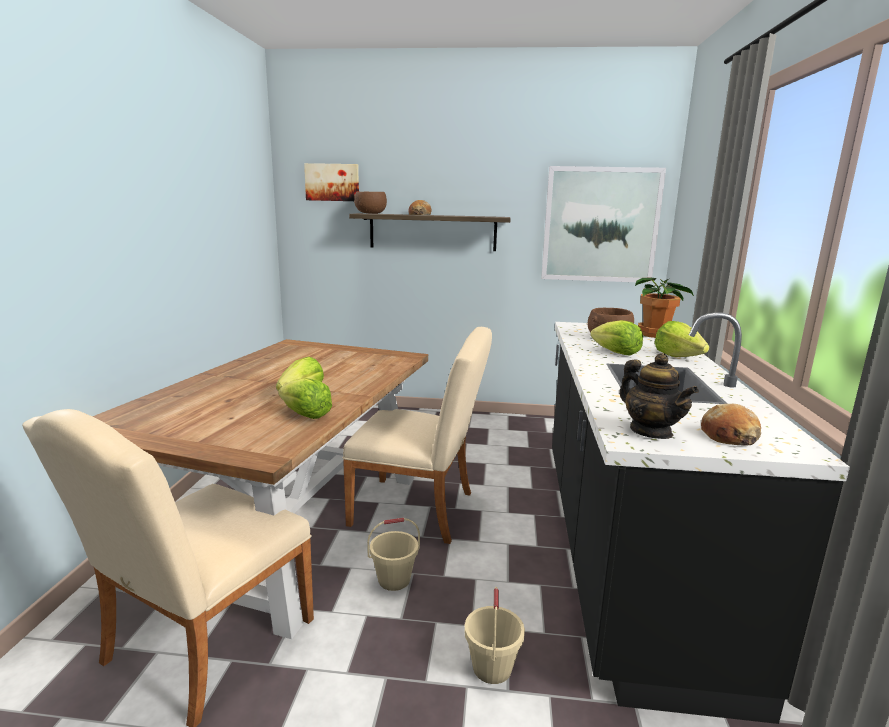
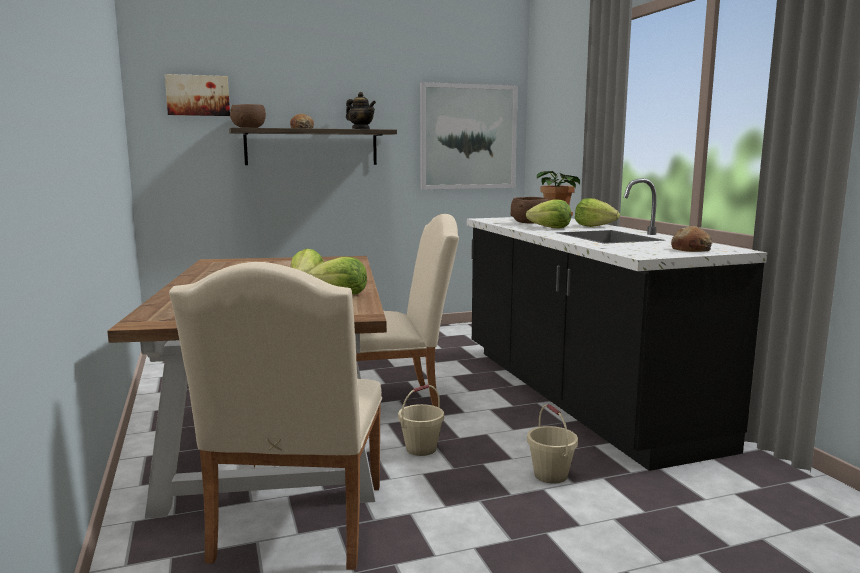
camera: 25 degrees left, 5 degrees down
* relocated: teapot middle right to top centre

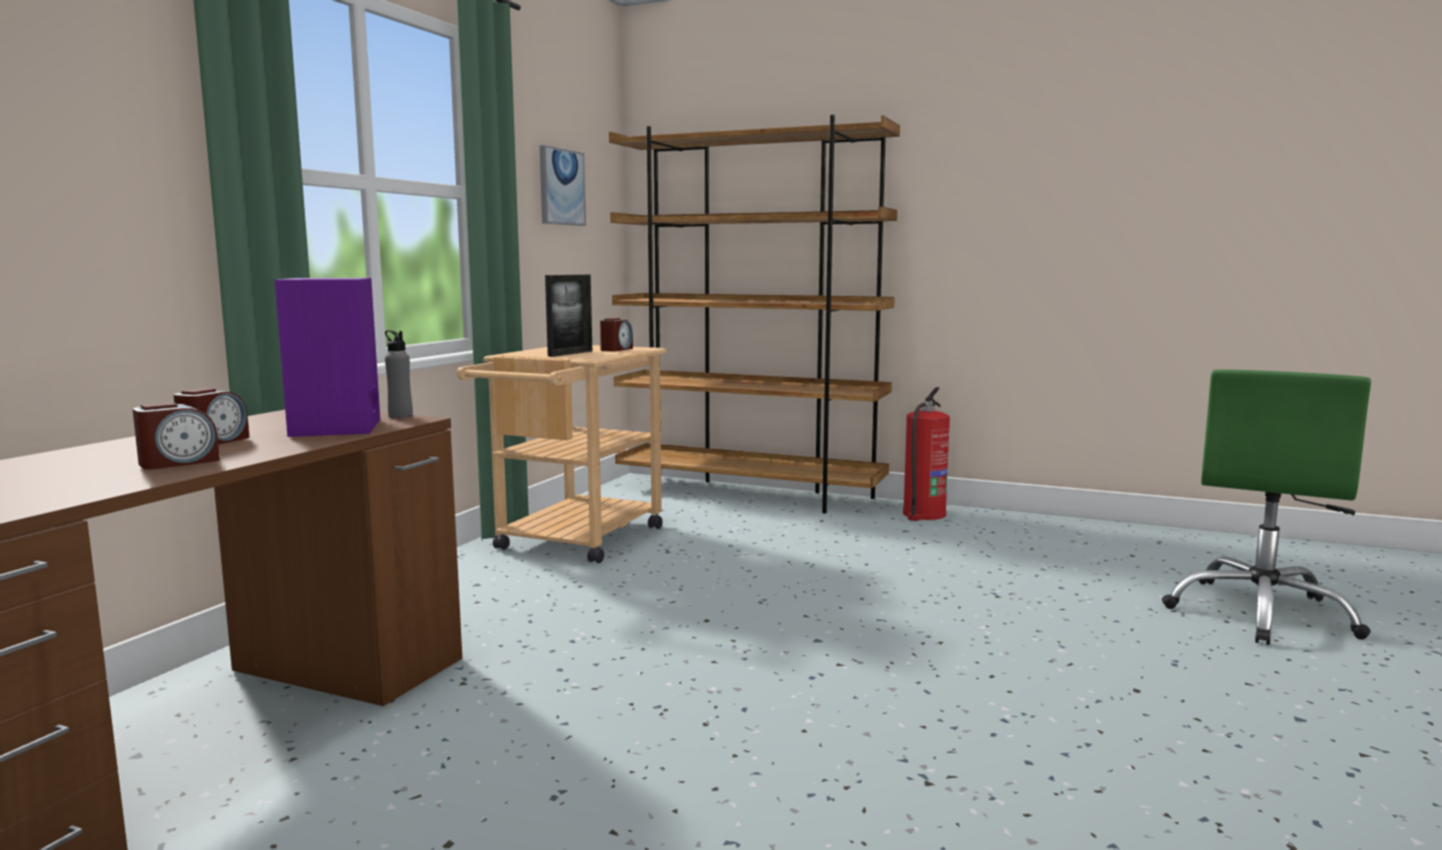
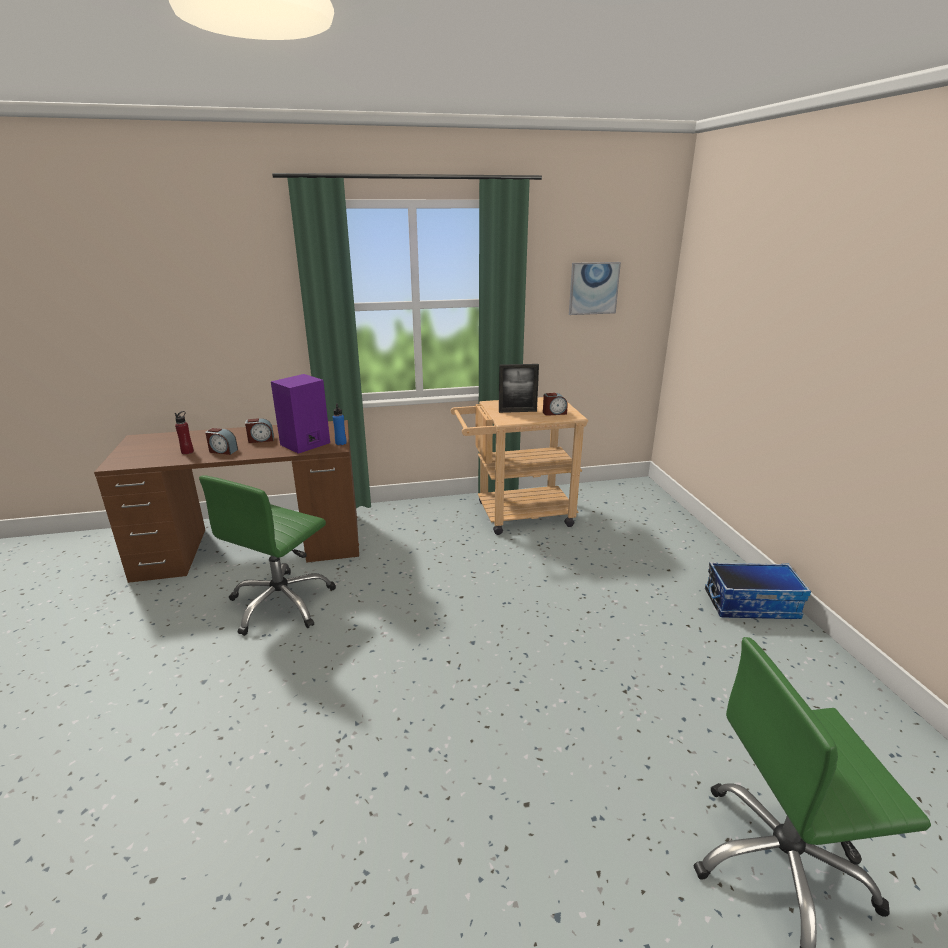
camera: 55 degrees right, 15 degrees up
* missing: brownish bookshelf centre
* colour: gray bottle middle left to blue bottle centre
* exchanged: fire extinguisher centre to storage bin middle right
* appeared: red-coloured bottle middle left
* appeared: greenish computer chair (no. 1 from left) middle left

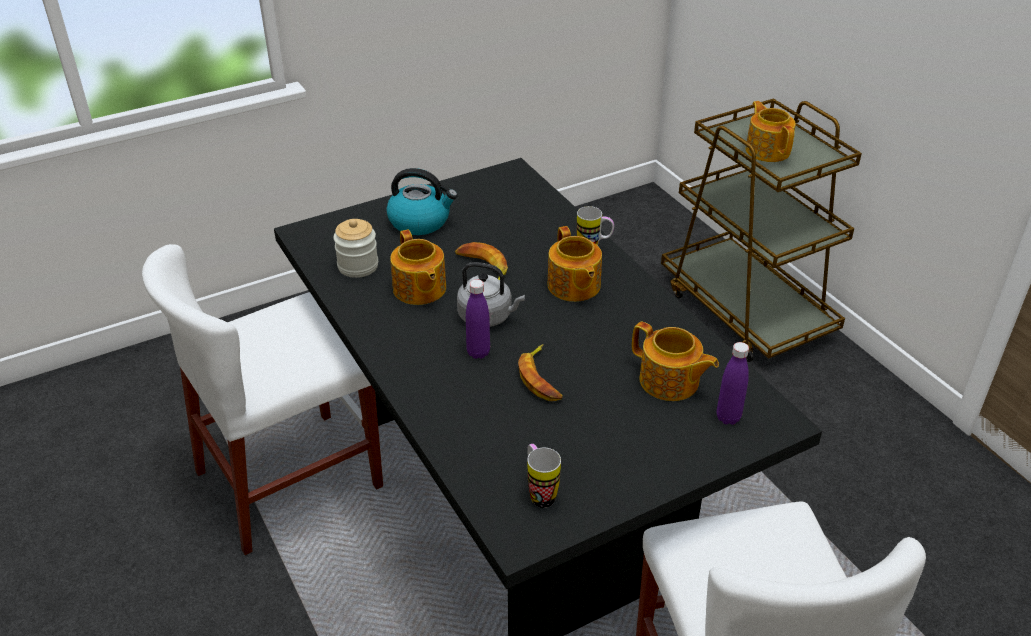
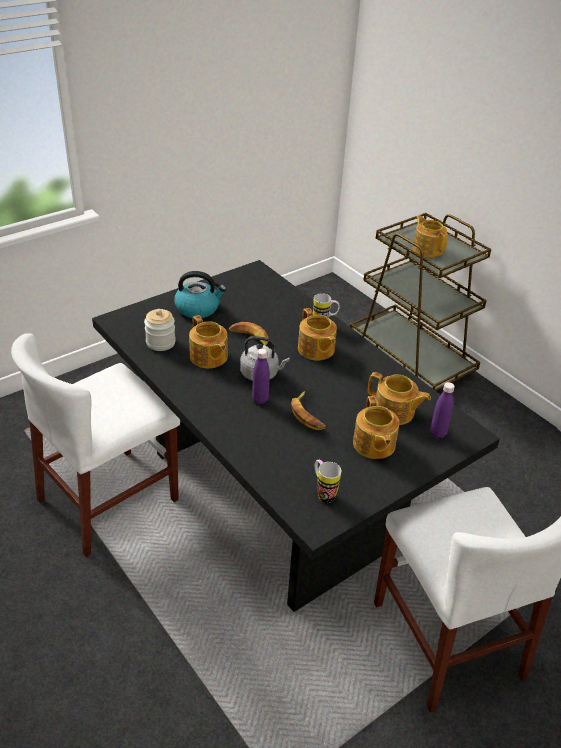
camera: 10 degrees left, 0 degrees up
* appeared: teapot (no. 3 from left) middle right

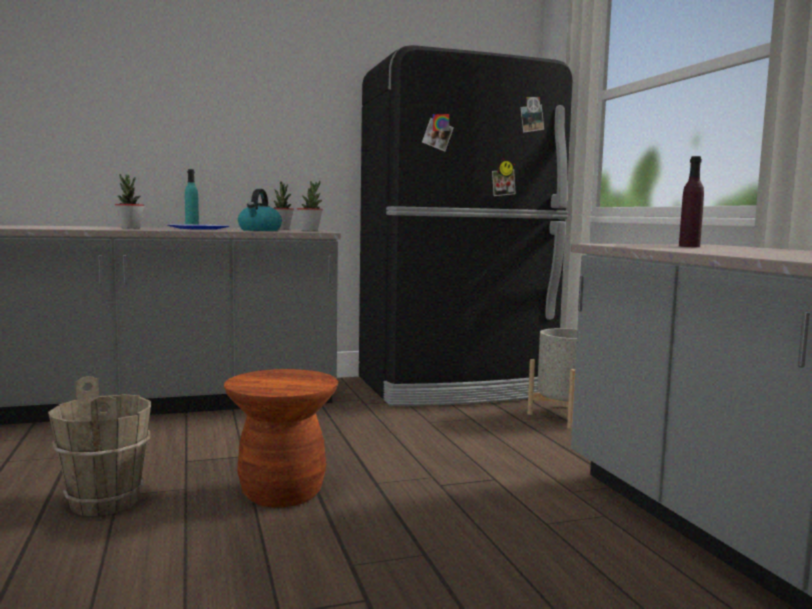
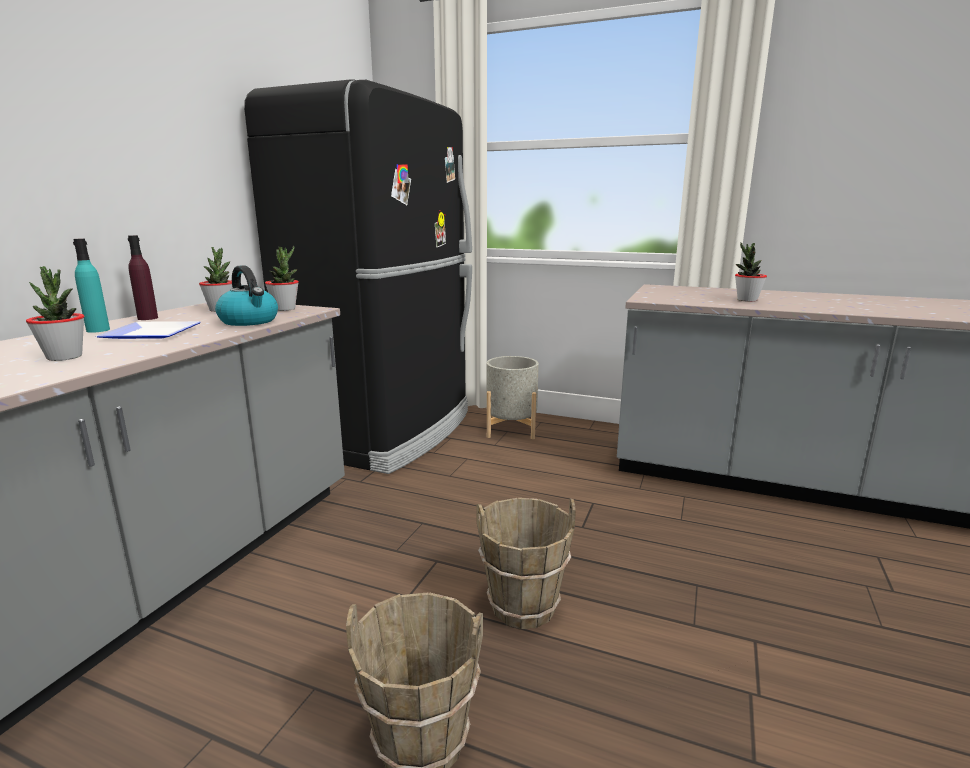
camera: 50 degrees left, 10 degrees up
* relocated: purple-coloured bottle top right to middle left
* exchanged: brownish stool bottom centre to brownish water bucket (no. 2 from left) bottom centre
* appeared: potted plant (no. 4 from left) middle right

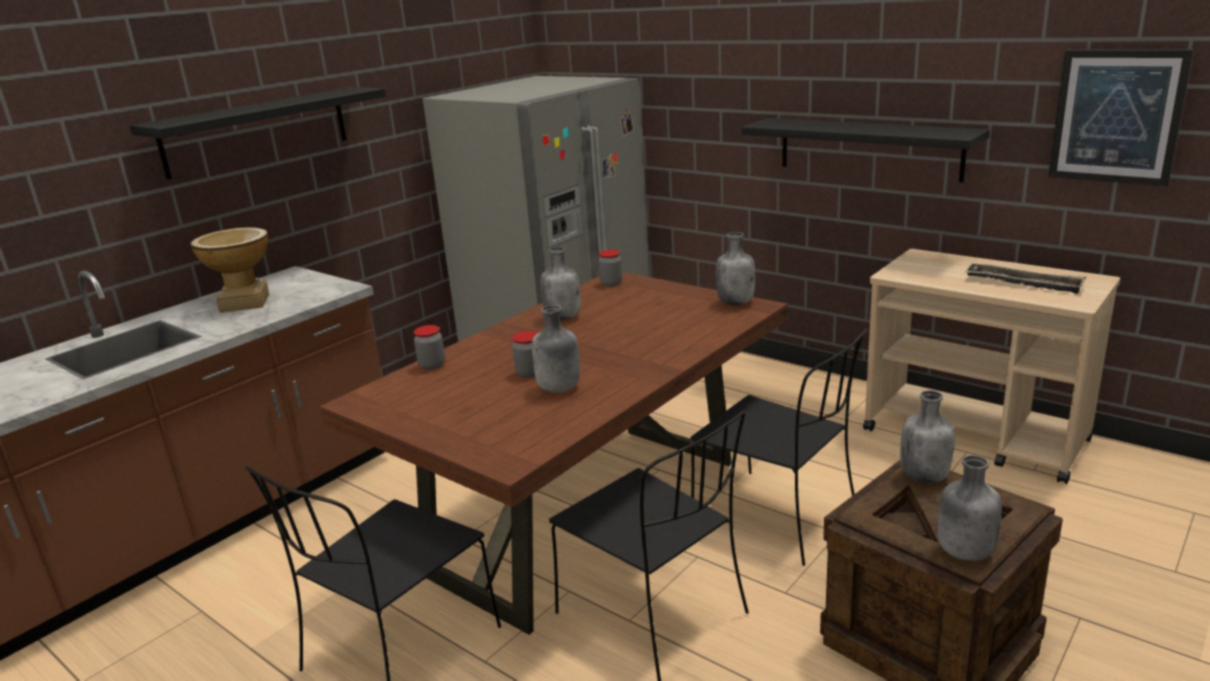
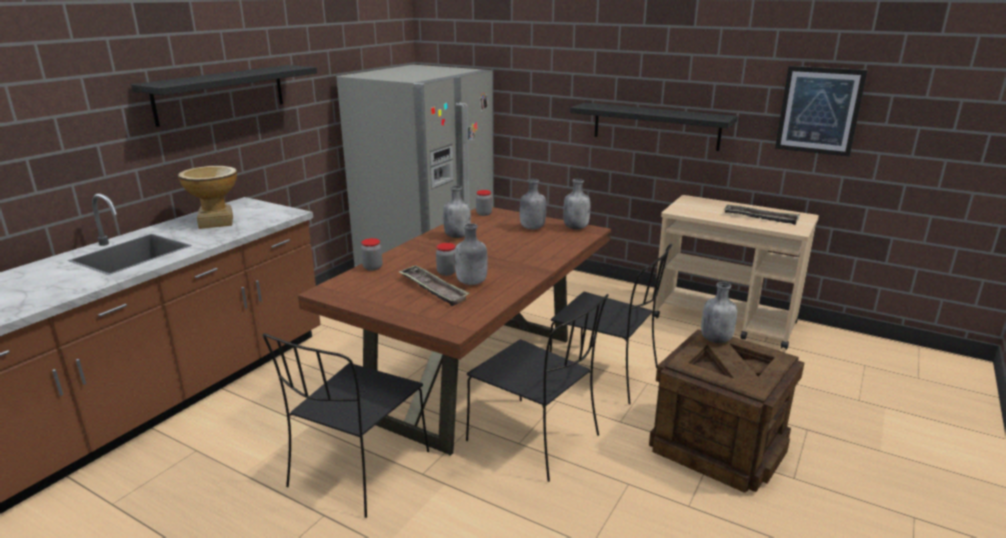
camera: 10 degrees left, 0 degrees up
* relocated: gray bottle (no. 5 from left in the first image) bottom right to gray bottle (no. 3 from left) centre
* appeared: carrying tray (no. 1 from left) centre

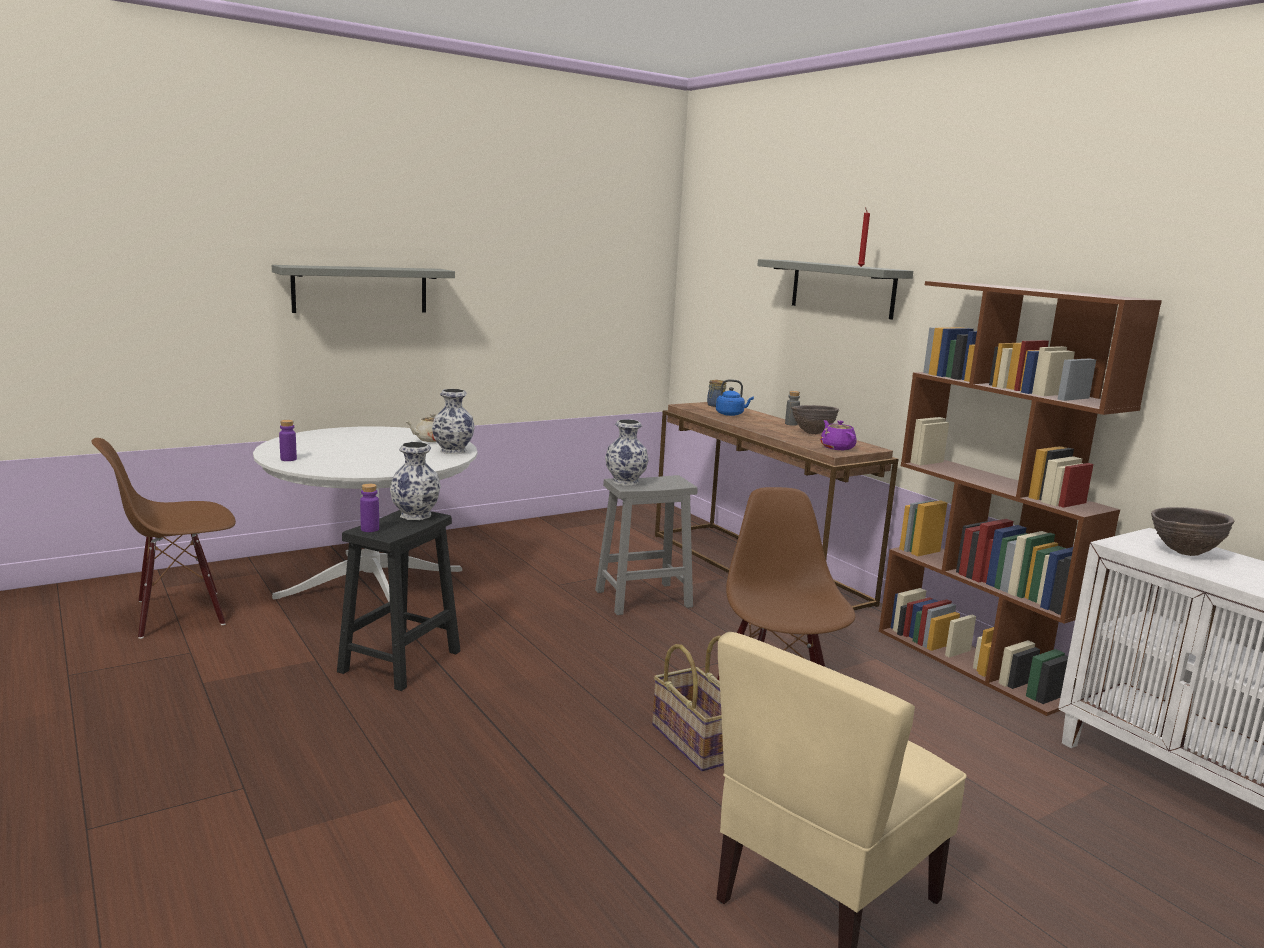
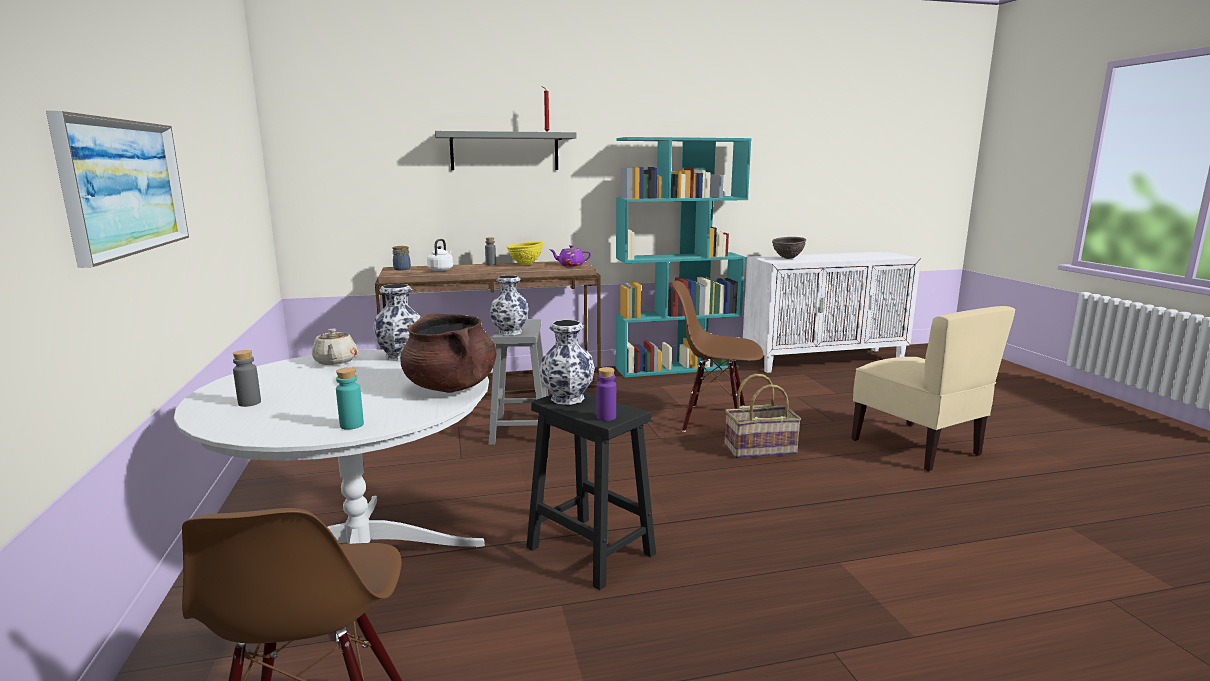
camera: 70 degrees left, 0 degrees up
* exchanged: gray bracket shelf (no. 1 from left) top left to wall picture top left
* colour: brownish bookshelf middle right to blue-green bookshelf centre
* colour: blue water kettle centre to white-coloured water kettle centre
* colour: brownish serving bowl (no. 1 from left) centre to yellow serving bowl centre
* colour: purple-coloured bottle (no. 1 from left) middle left to blue-green bottle middle left
* appeared: brownish stockpot centre
* appeared: gray bottle (no. 1 from left) middle left

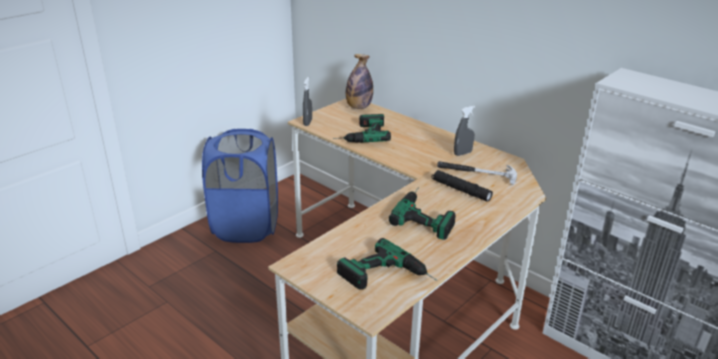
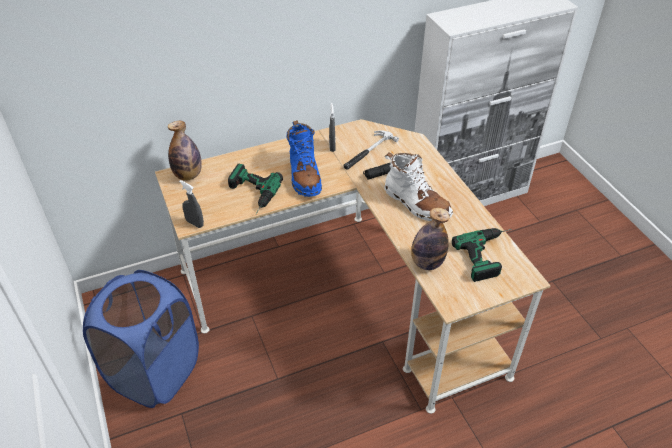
camera: 65 degrees left, 15 degrees up
* exchanged: drill (no. 3 from left) centre to white-coloured tall boot centre
* appeared: blue tall boot centre
* appeared: bottle (no. 2 from left) centre

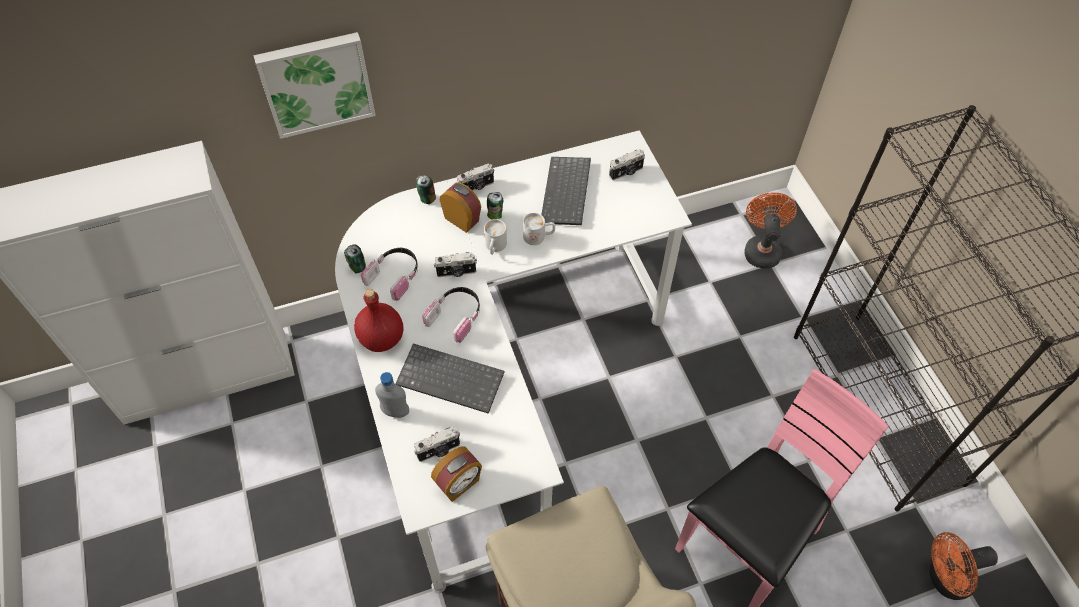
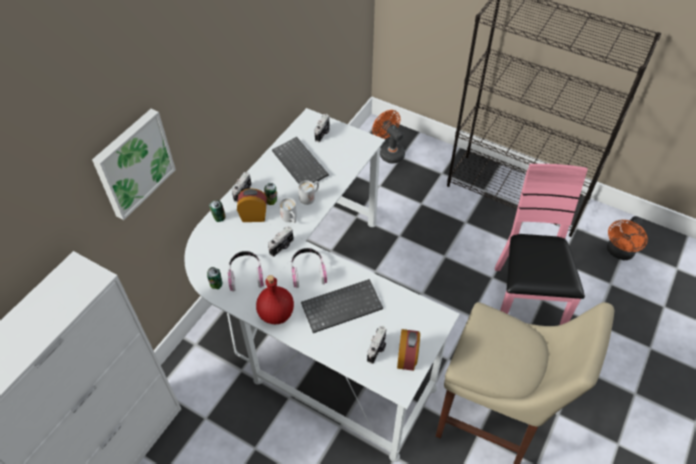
camera: 40 degrees left, 5 degrees down
* missing: gray bottle centre

